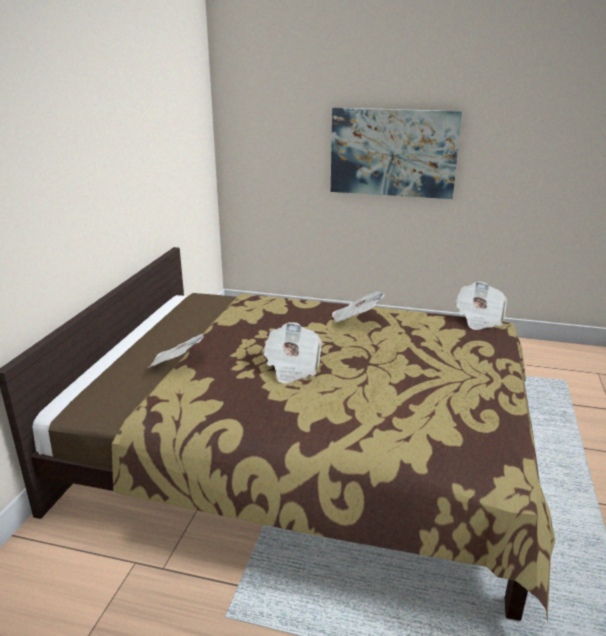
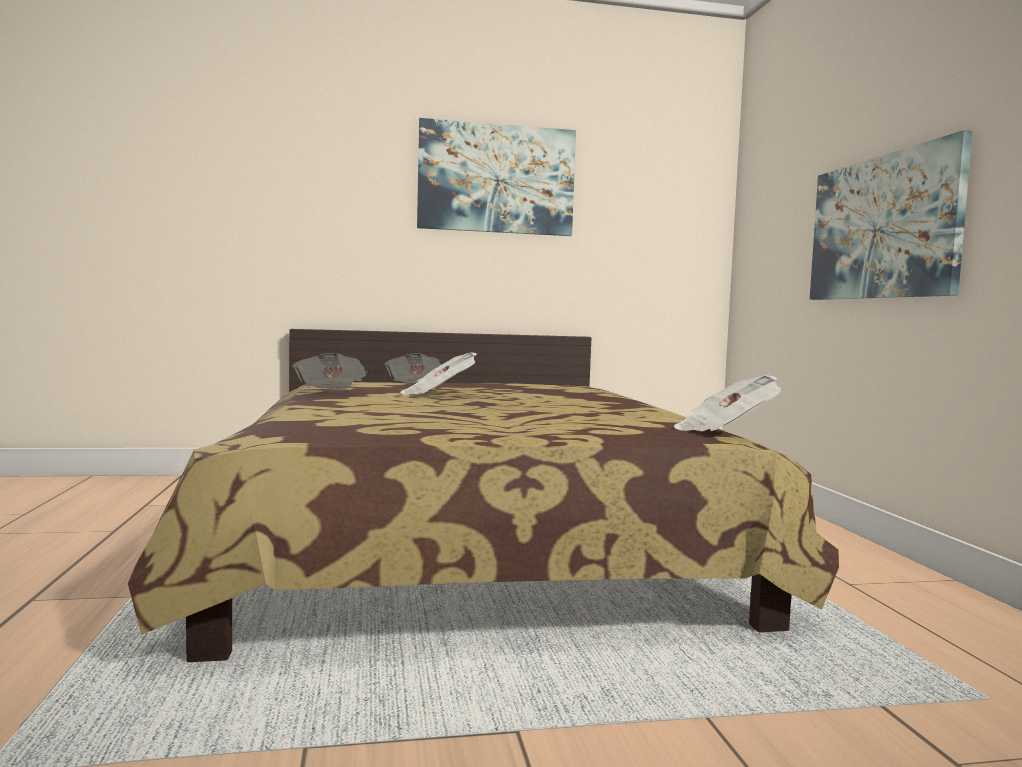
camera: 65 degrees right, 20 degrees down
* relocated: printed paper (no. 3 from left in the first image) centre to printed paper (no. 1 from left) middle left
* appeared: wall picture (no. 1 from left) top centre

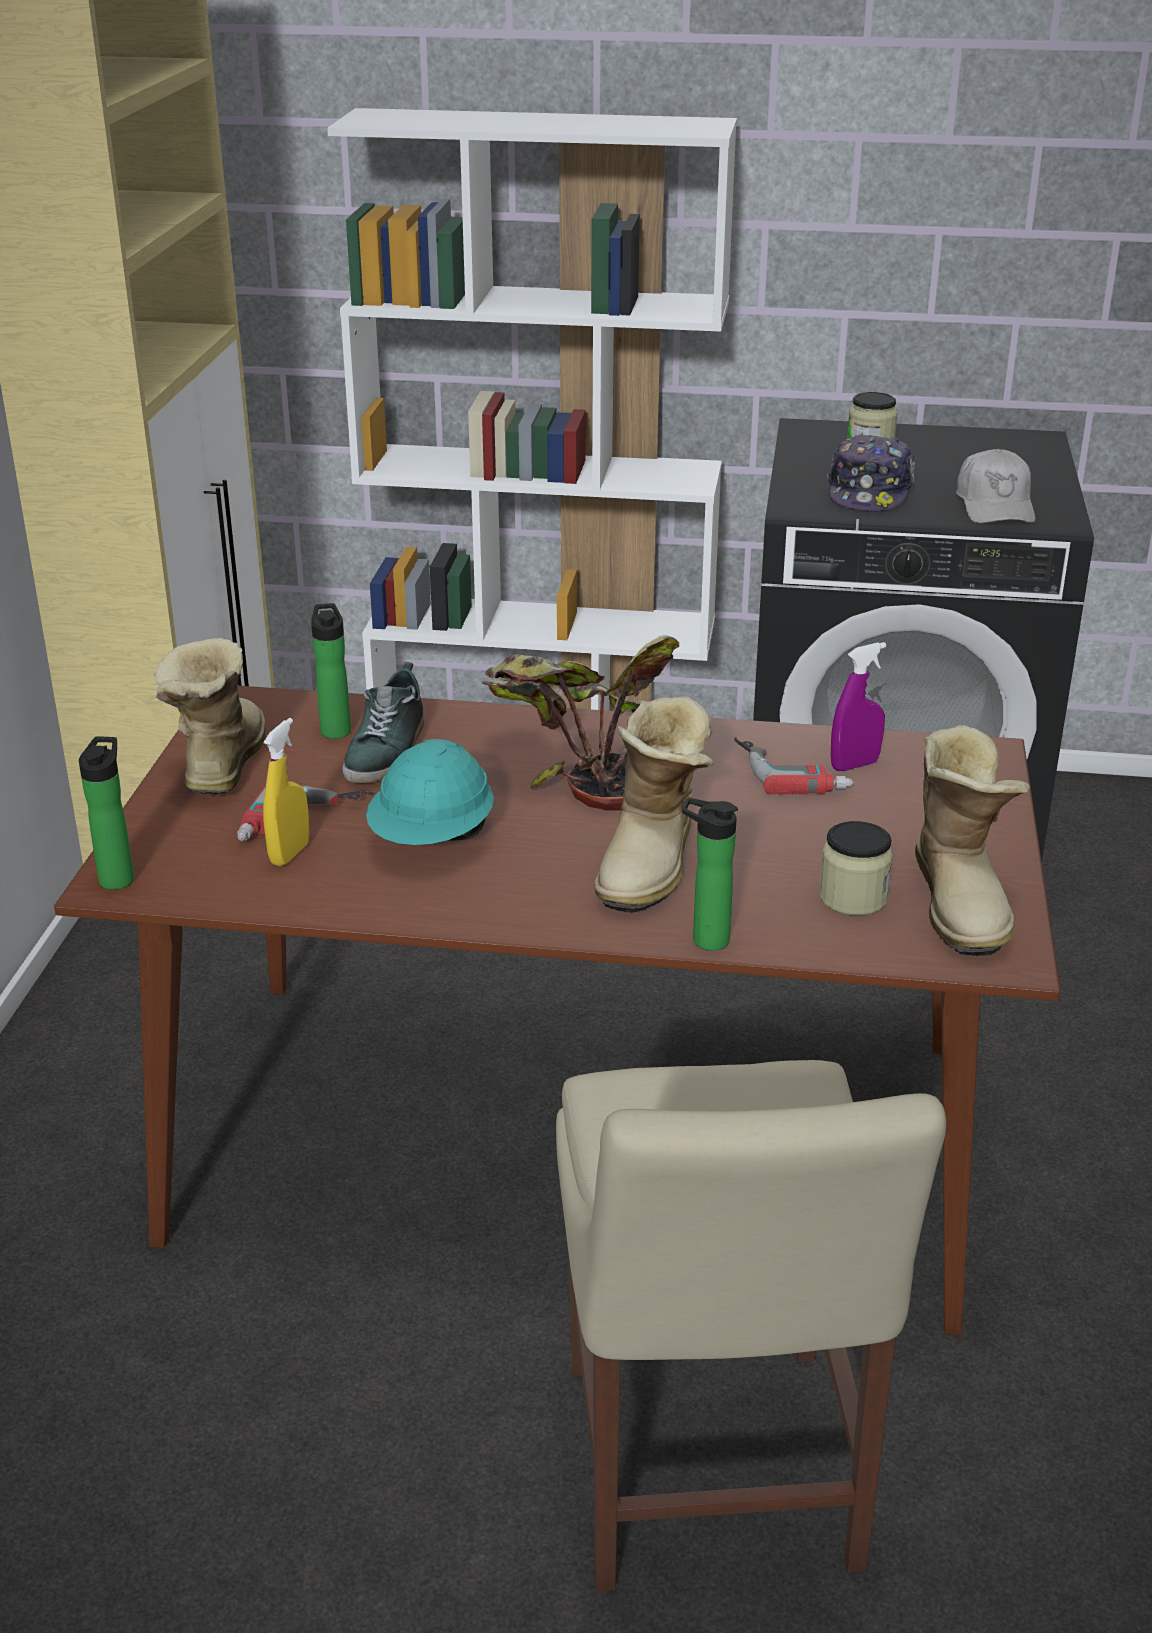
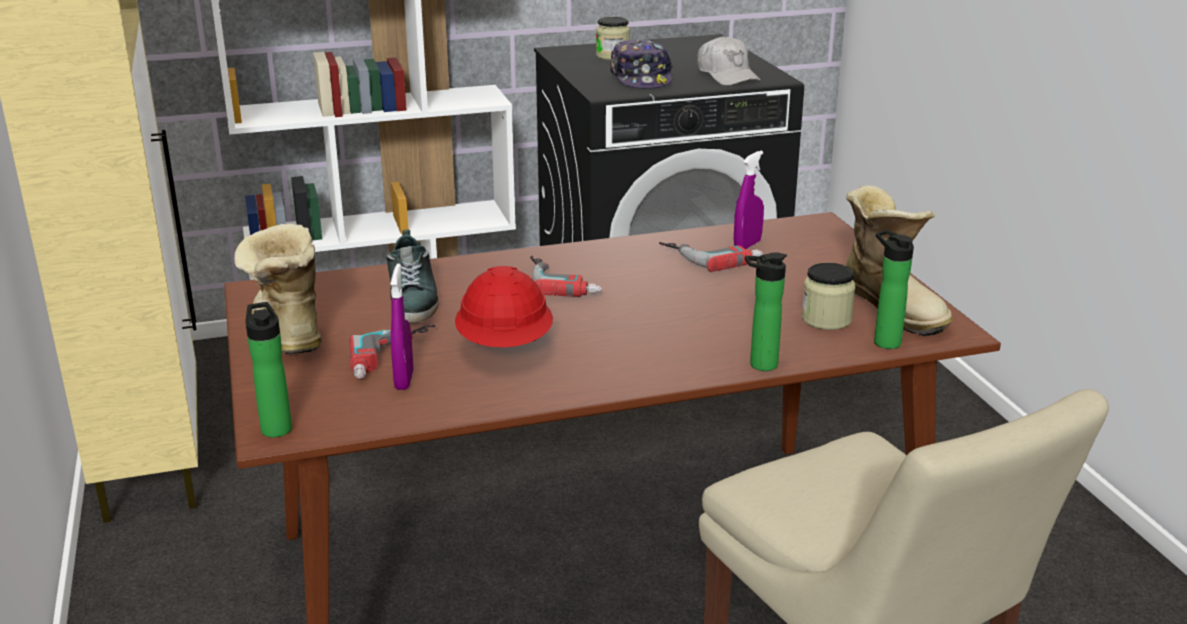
camera: 25 degrees left, 5 degrees down
* relocated: bottle (no. 2 from left in the first image) middle left to bottle (no. 3 from left) middle right
* exchanged: potted plant centre to drill (no. 2 from left) centre
* missing: tall boot (no. 2 from left) centre
* colour: yellow sprayer middle left to purple-coloured sprayer (no. 1 from left) centre
* colour: blue-green safety helmet centre to red-coloured safety helmet centre

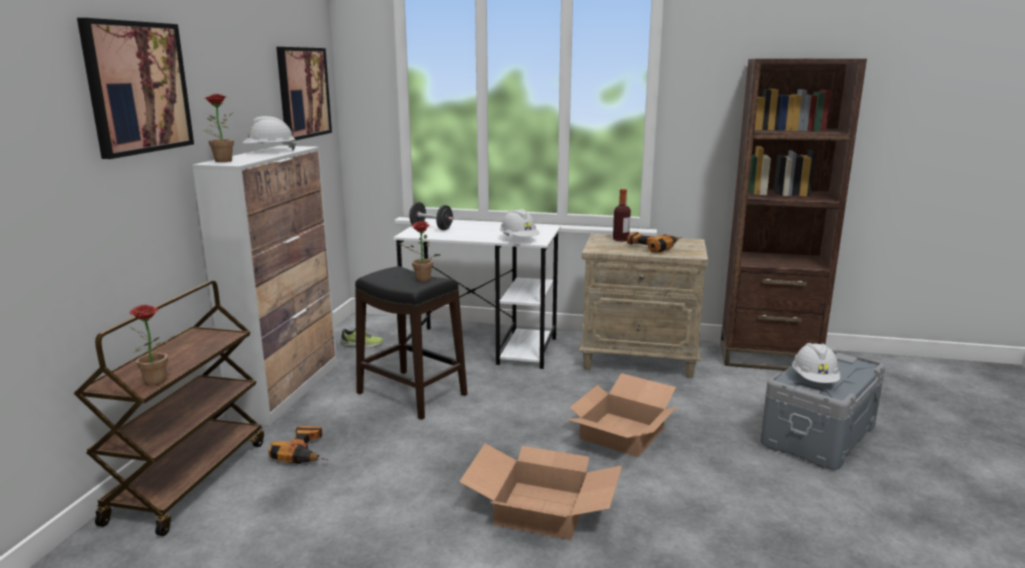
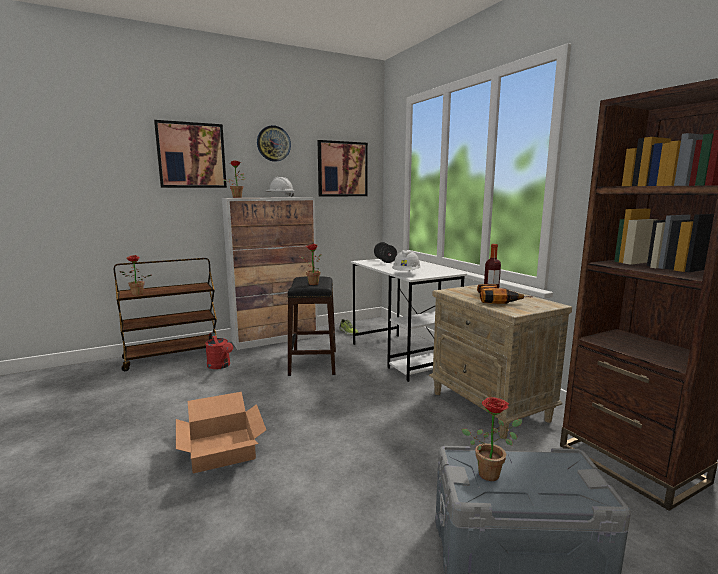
camera: 50 degrees right, 5 degrees down
* exchanged: white-coloured safety helmet (no. 3 from left) middle right to potted plant (no. 4 from left) bottom right
* missing: packing box (no. 2 from left) bottom centre
* exchanged: drill (no. 1 from left) bottom left to red-coloured sprinkling can middle left
* appeared: wall clock top centre

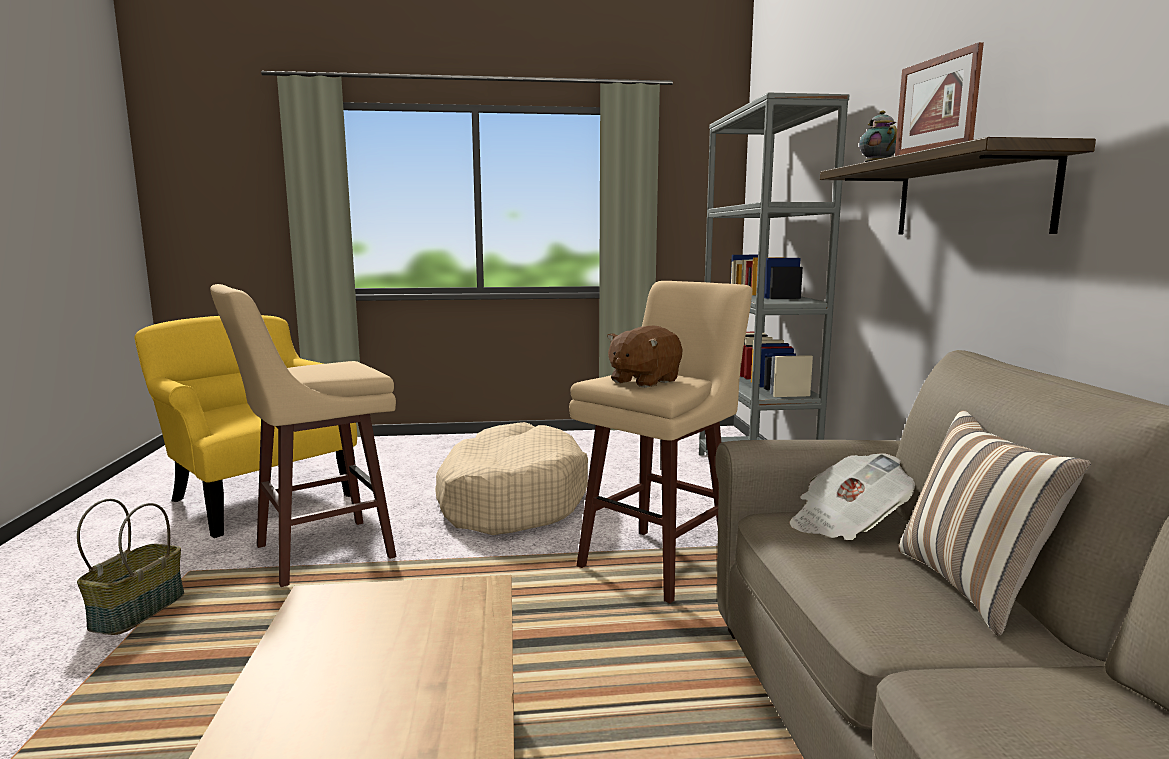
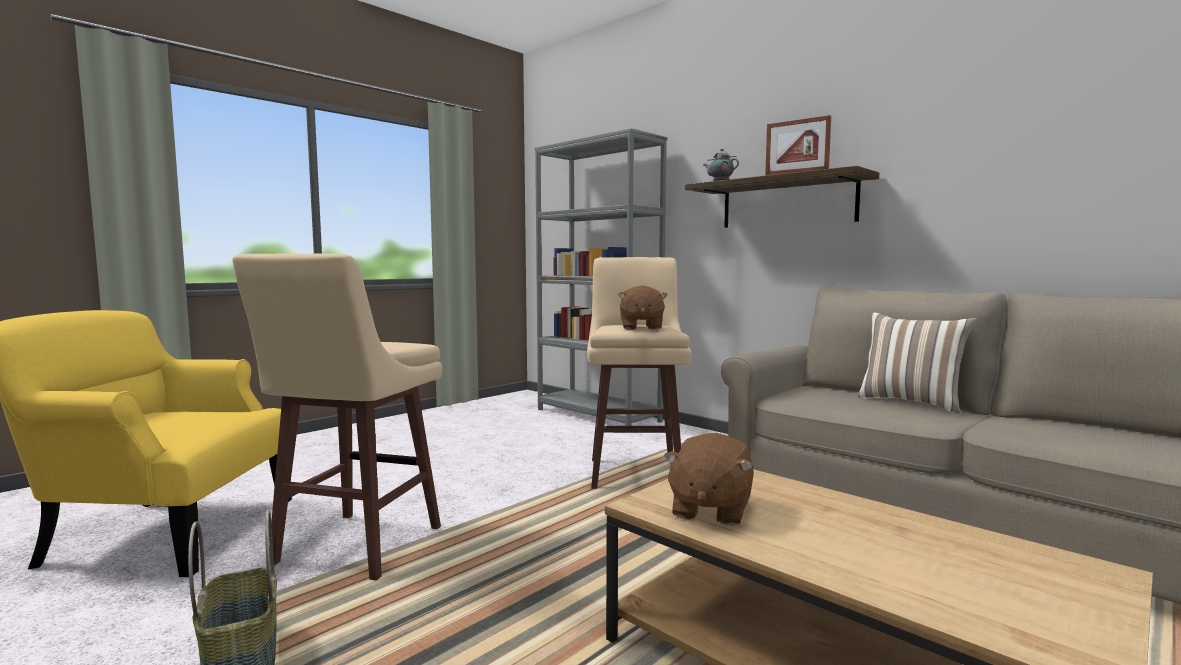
camera: 40 degrees left, 5 degrees down
* missing: sand-coloured dog cushion centre
* missing: printed paper middle right
* appeared: brownish plush toy (no. 2 from left) bottom centre

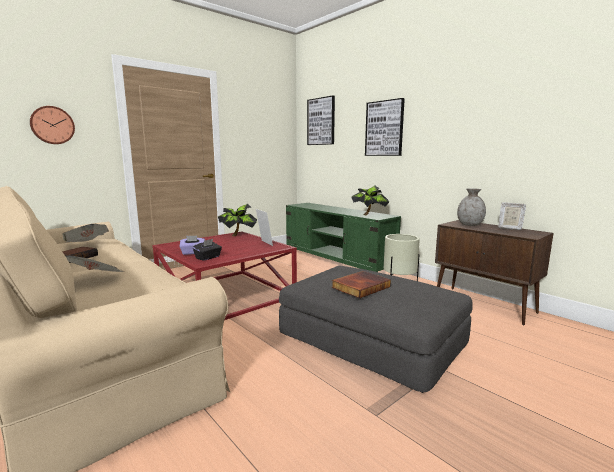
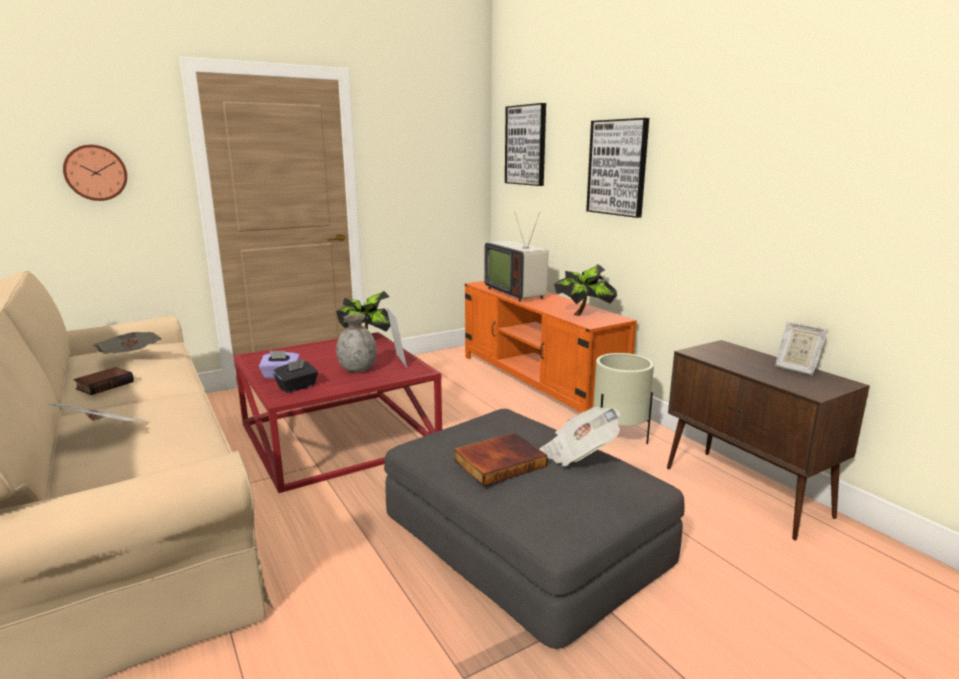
camera: 10 degrees right, 5 degrees up
* relocated: gray vase middle right to centre
* colour: greenish tv stand centre to orange-coloured tv stand centre
* appeared: television centre
* appeared: printed paper (no. 3 from left) centre

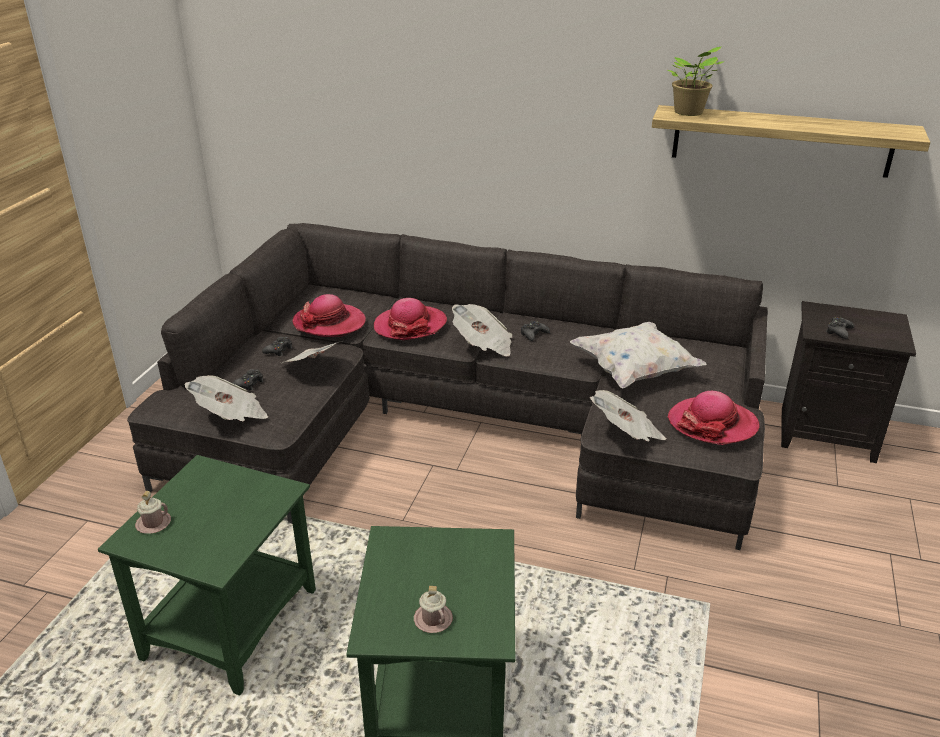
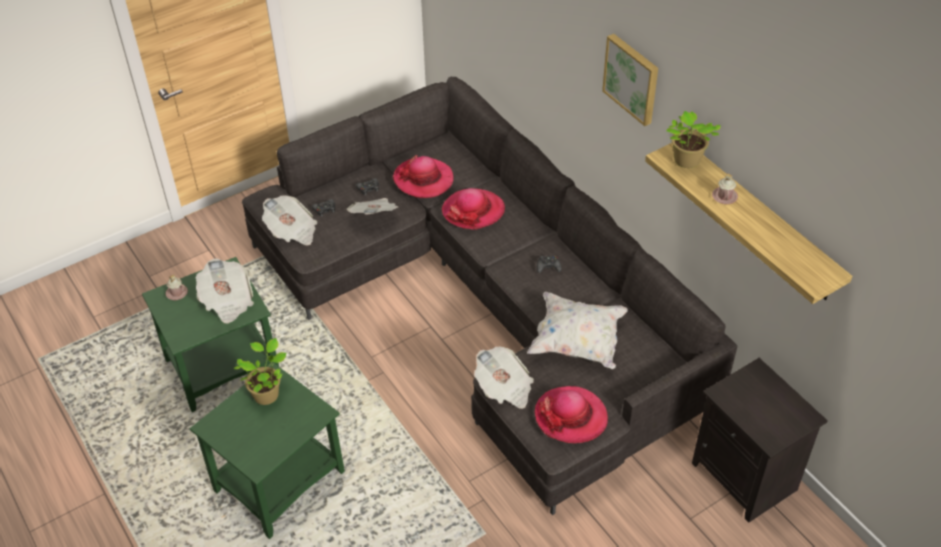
camera: 40 degrees right, 15 degrees up
* relocated: printed paper (no. 3 from left in the first image) centre to printed paper (no. 1 from left) middle left
* missing: black-coloured gamepad (no. 4 from left) middle right
* relocated: pinkish tea mug (no. 2 from left) bottom centre to middle right
* appeared: wall picture top right
* appeared: potted plant (no. 1 from left) bottom left

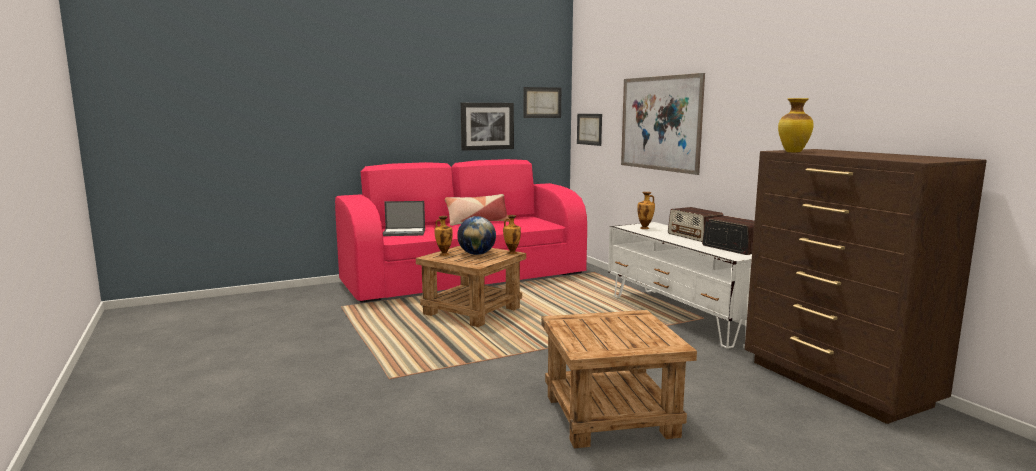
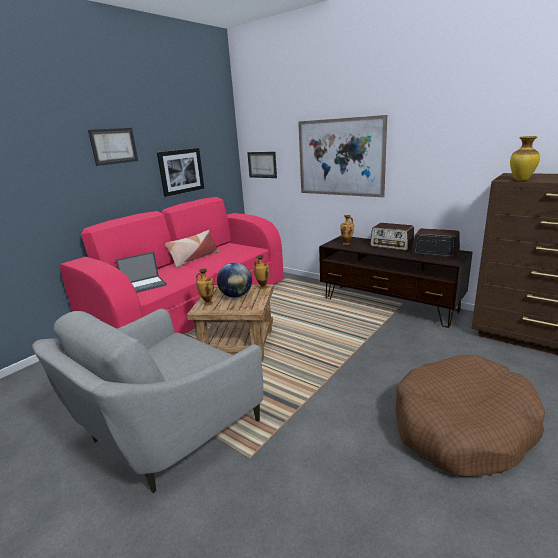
camera: 25 degrees left, 10 degrees up
* relocated: wall picture (no. 2 from left in the first image) top centre to wall picture (no. 1 from left) top left
* colour: white-coloured tv stand centre to brownish tv stand middle right
* exchanged: brownish accent table (no. 2 from left) bottom centre to brownish dog cushion bottom right
* appeared: gray armchair bottom left

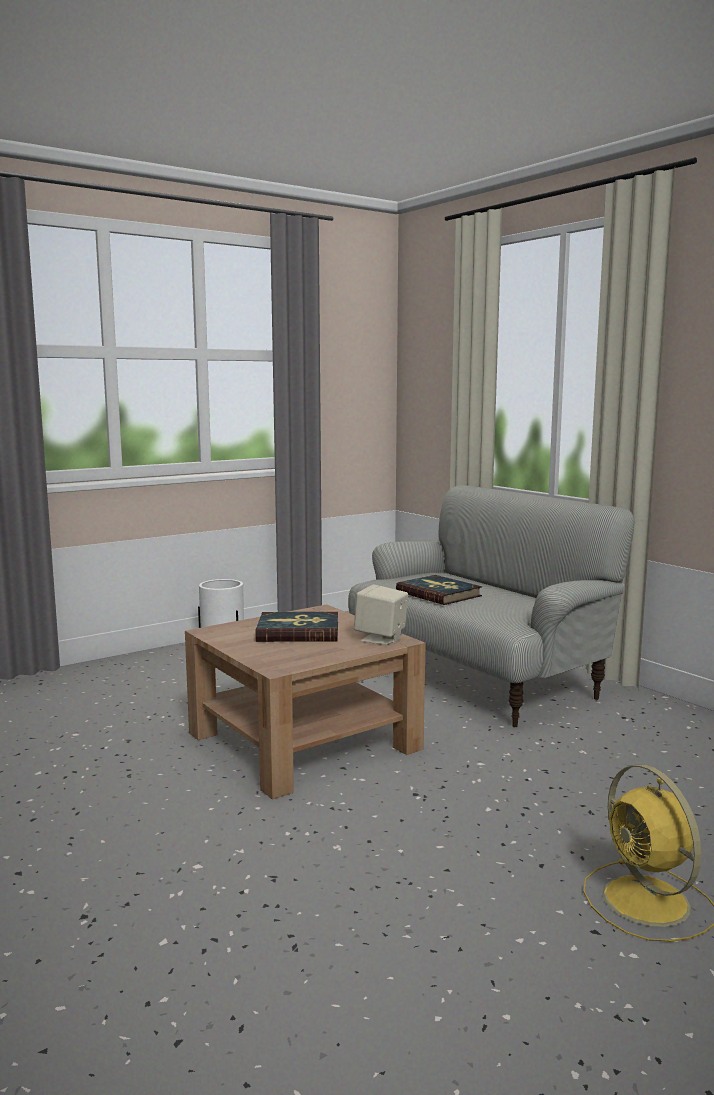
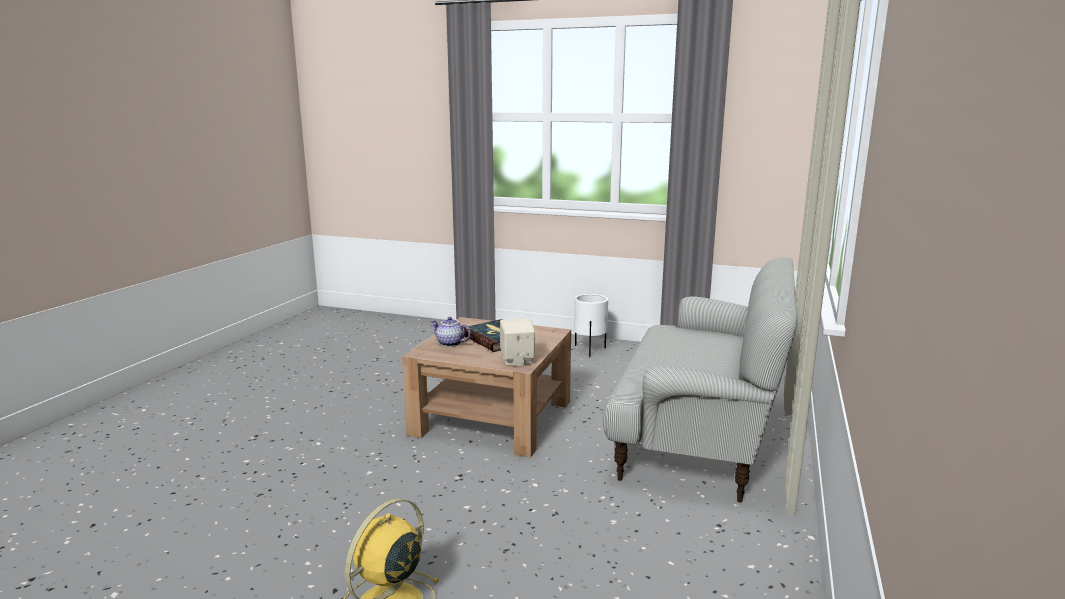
camera: 55 degrees right, 5 degrees up
* missing: bound book (no. 2 from left) centre
* appeared: teapot centre

